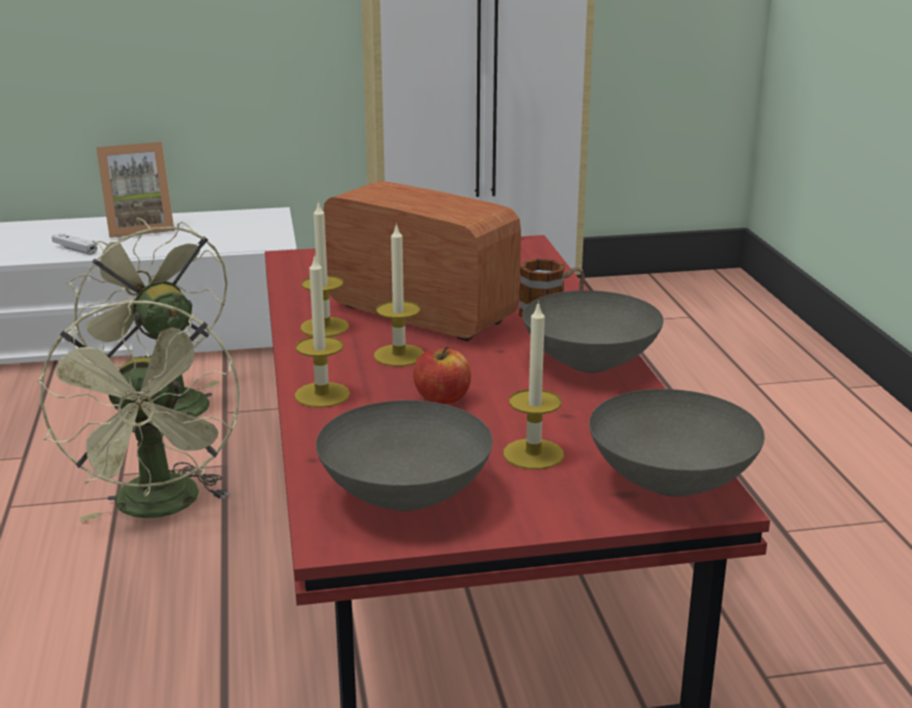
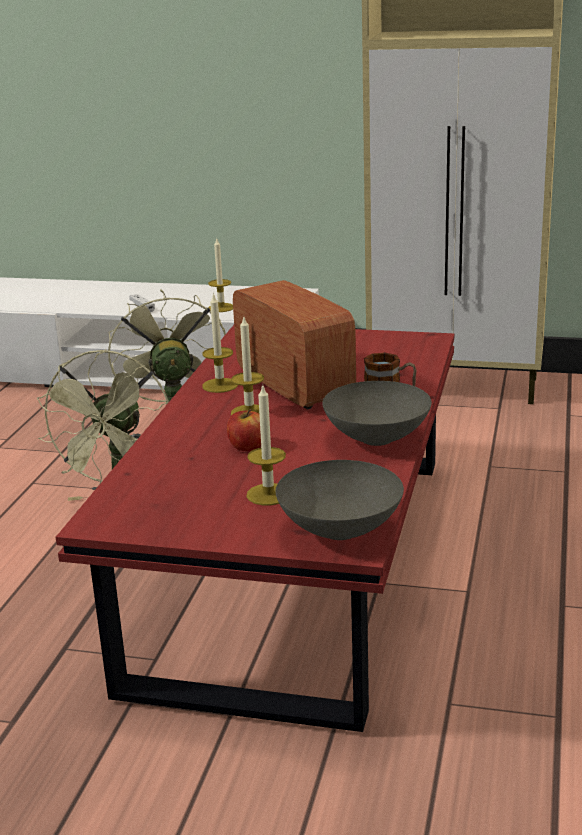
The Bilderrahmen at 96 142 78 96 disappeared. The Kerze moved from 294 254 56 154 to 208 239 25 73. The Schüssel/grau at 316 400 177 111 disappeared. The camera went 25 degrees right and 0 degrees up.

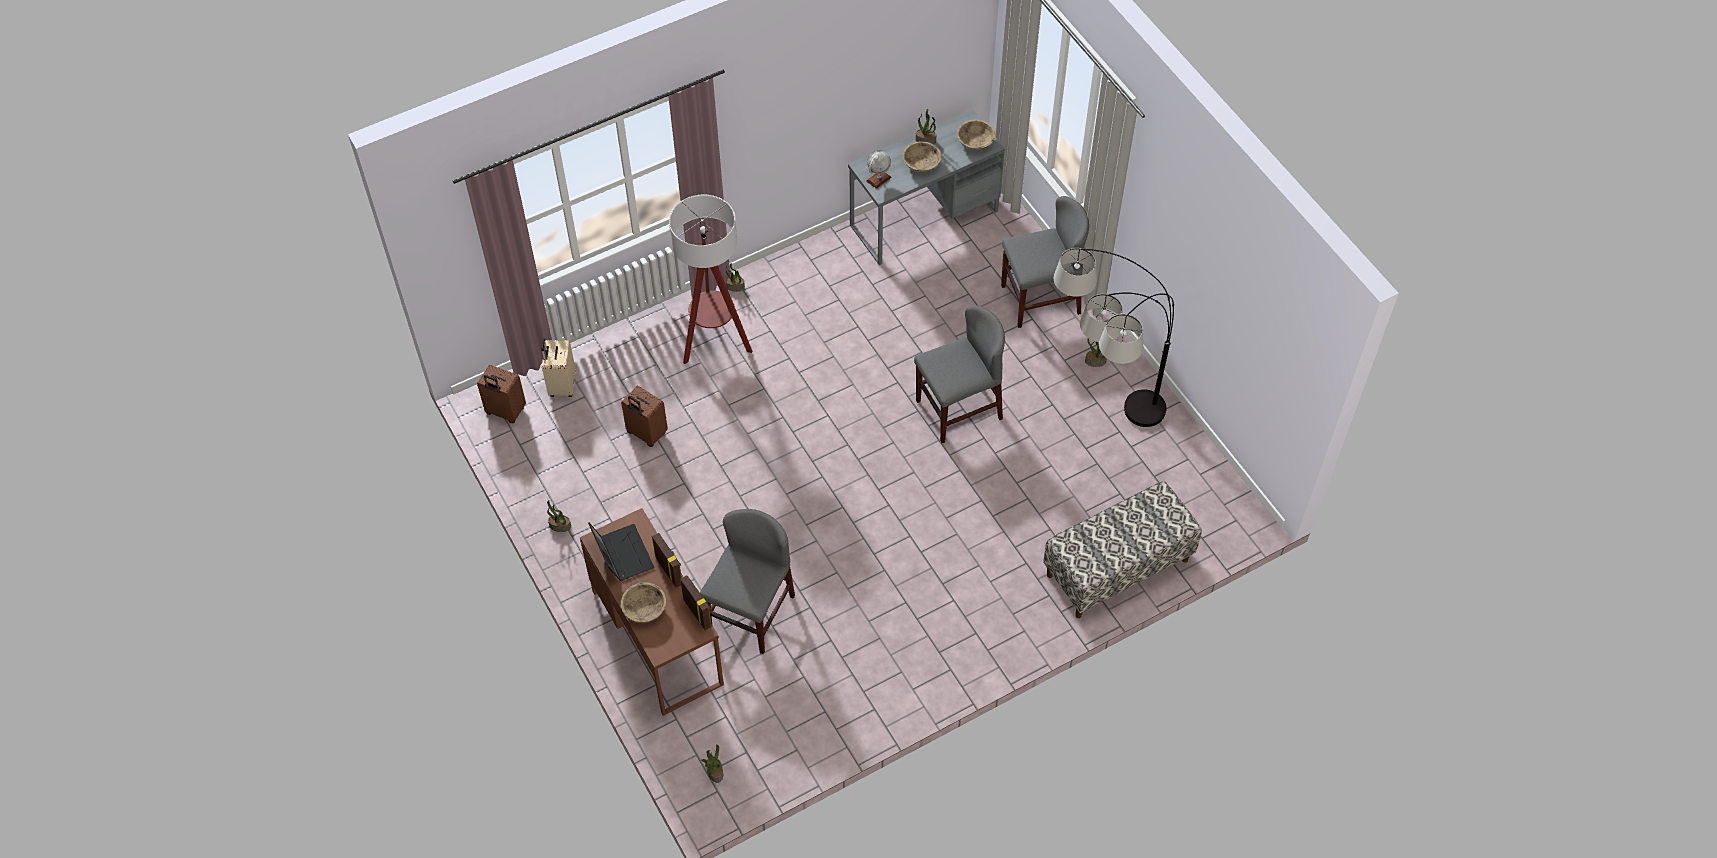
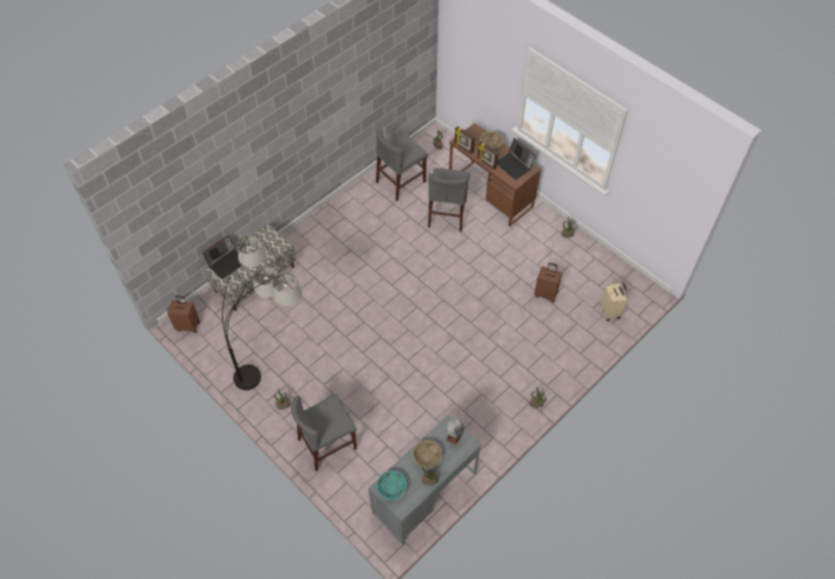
The Schüssel/beige at 957 120 39 30 became the Schüssel/türkis at 376 471 31 29. The Stehlampe at 669 195 83 169 disappeared. The Stuhl/grau moved from 914 305 91 138 to 376 129 52 72. The Koffer/braun moved from 477 365 49 58 to 167 295 33 38. The Laptop at 203 235 39 44 appeared. The camera went 165 degrees right and 0 degrees up.

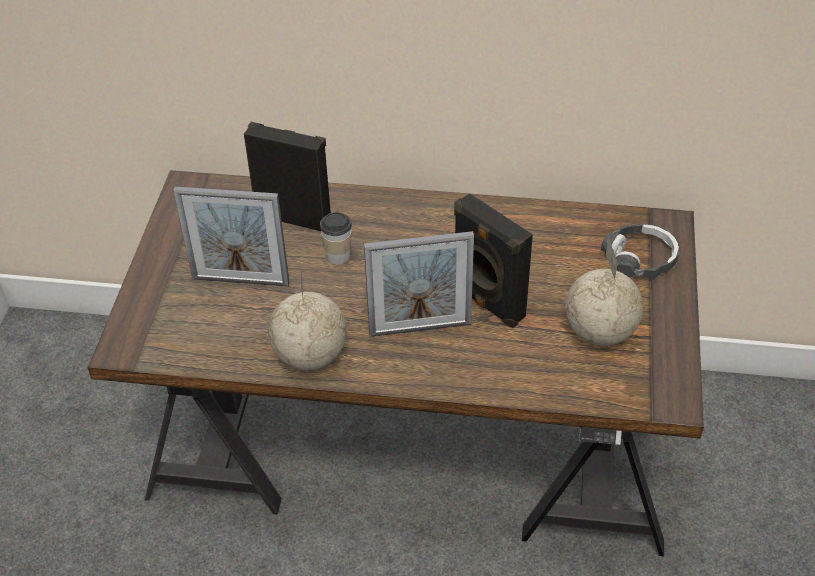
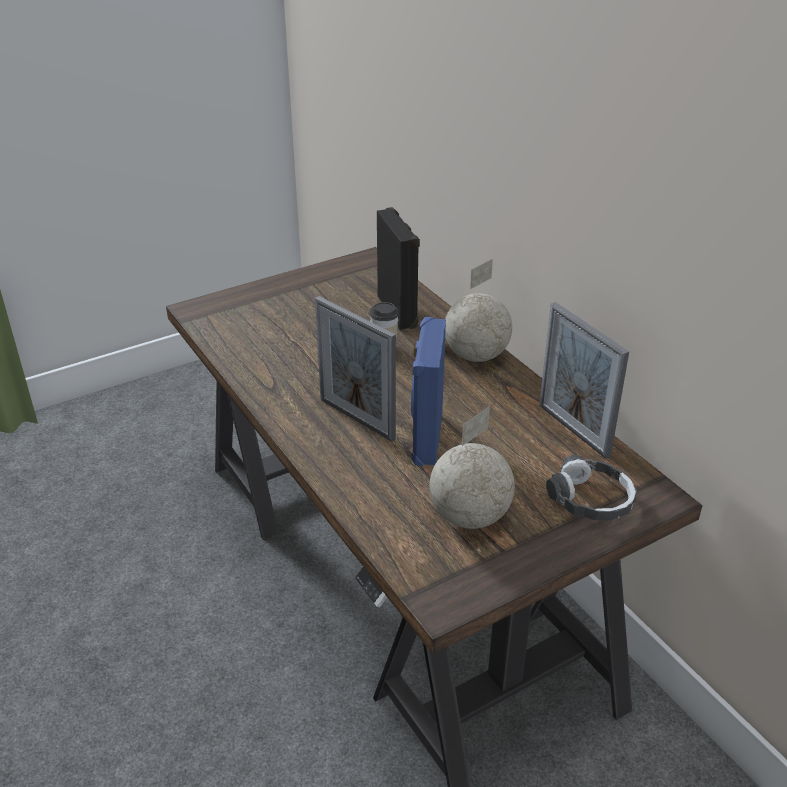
The Bilderrahmen moved from 173 187 117 100 to 539 302 90 158. The Lautsprecher/schwarz at 454 193 79 135 became the Lautsprecher/blau at 411 317 35 149. The Globus moved from 268 262 79 108 to 445 259 67 103. The camera went 50 degrees right and 10 degrees down.

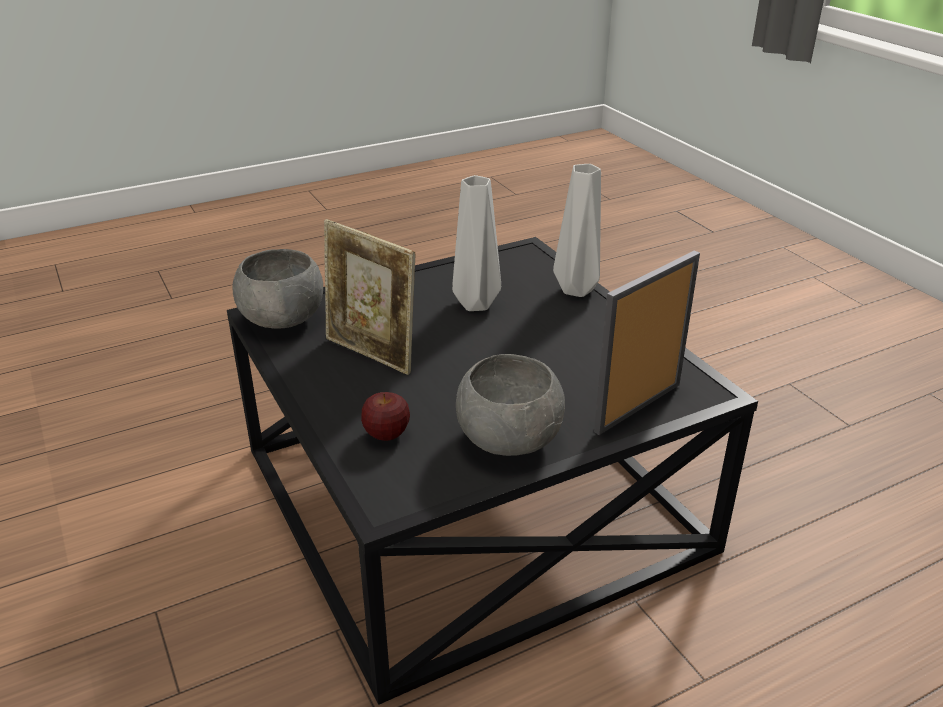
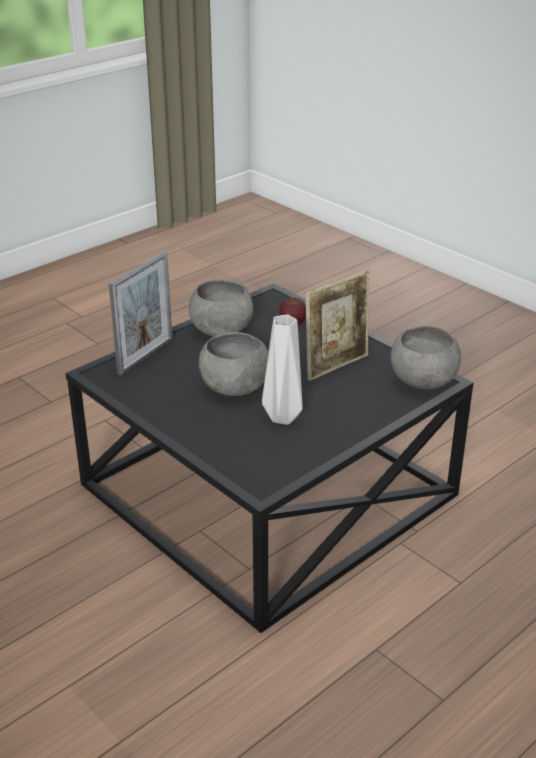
The Vase/grau at 553 164 48 133 disappeared. The Bilderrahmen at 324 219 91 156 turned 120 degrees clockwise. The Schüssel/grau at 199 332 69 64 appeared. The camera went 165 degrees right and 0 degrees up.

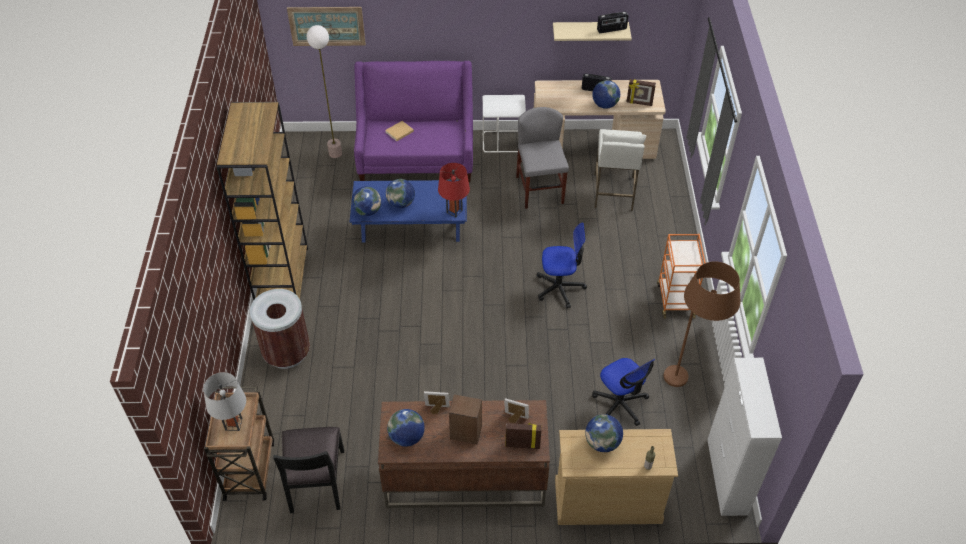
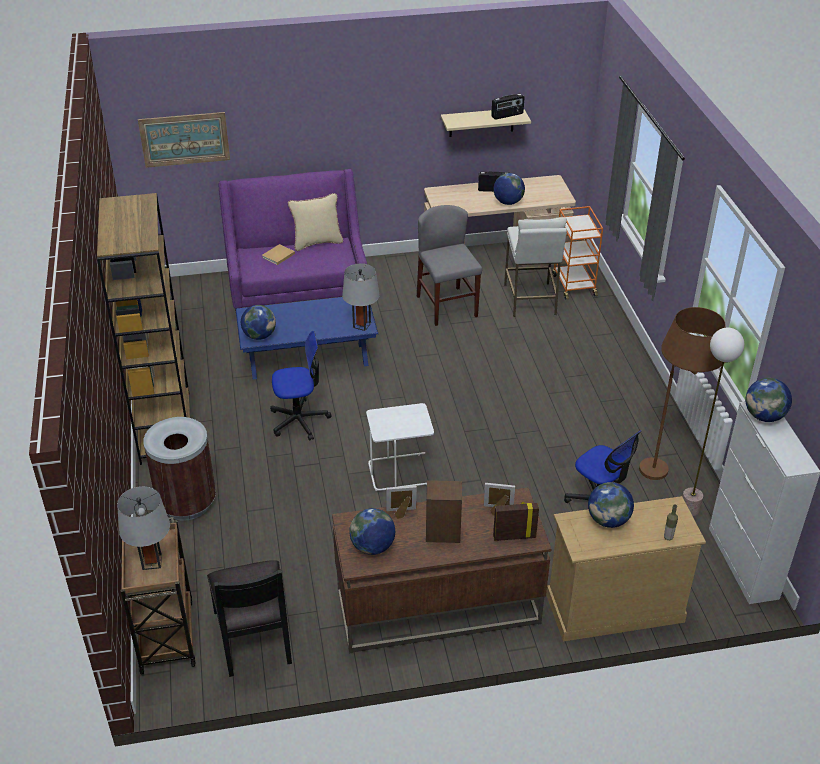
The Stehlampe moved from 307 25 35 133 to 682 328 62 188. The Bilderrahmen at 627 79 29 27 disappeared. The Beistelltisch/weiß moved from 483 95 43 57 to 366 403 68 88. The Tischlampe/rot at 438 163 32 54 became the Tischlampe/grau at 342 263 38 68. The Globus moved from 386 179 29 29 to 745 378 47 44. The Bürostuhl moved from 537 222 50 87 to 270 331 61 110. The Rollwagen/orange moved from 657 234 49 85 to 552 206 51 93. The Kissen/beige at 288 193 55 58 appeared. The camera went 10 degrees left and 10 degrees down.

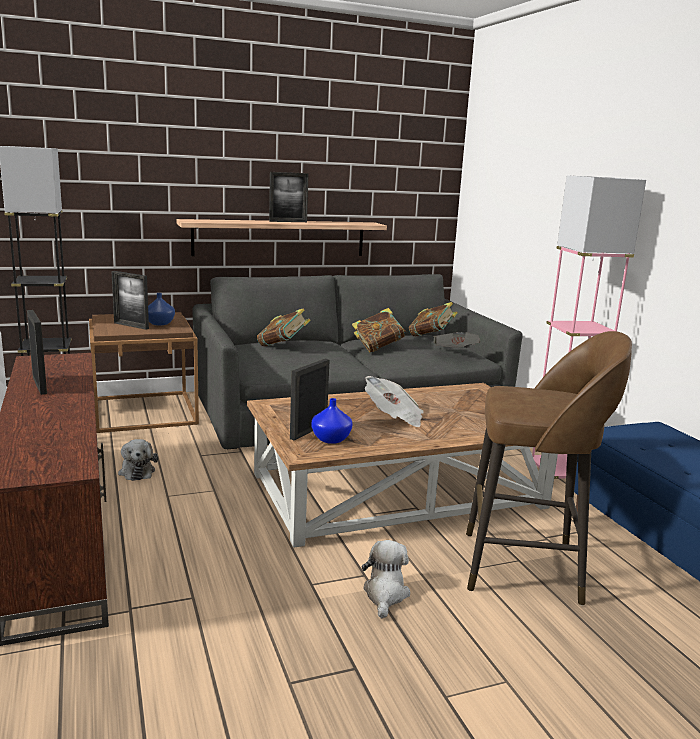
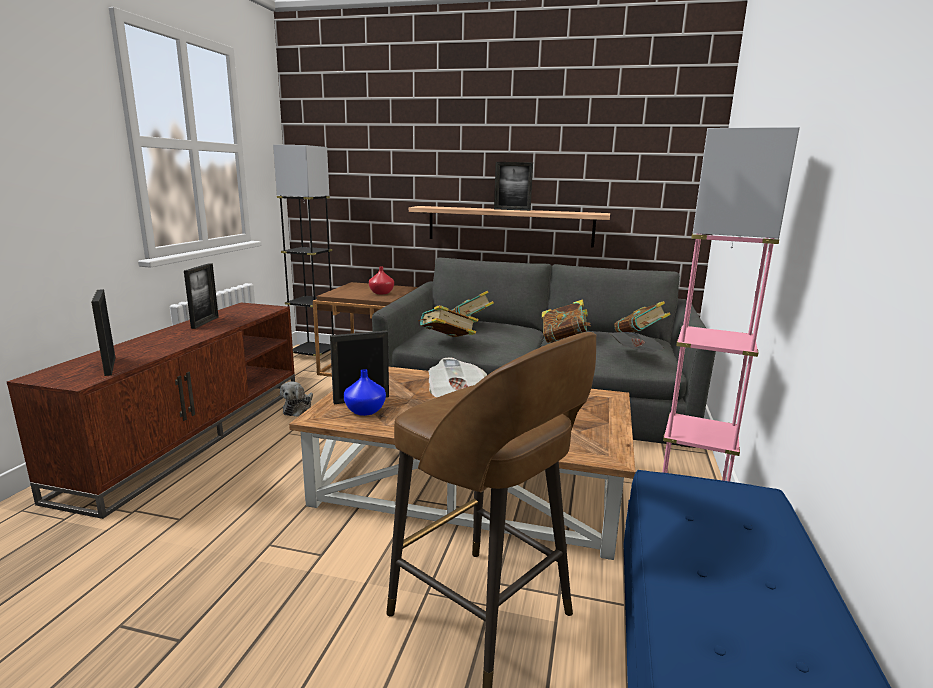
The Bilderrahmen moved from 111 271 38 59 to 91 289 25 87. The Vase/blau at 148 293 27 32 became the Vase/rot at 369 267 25 28. The Plüschtier at 362 540 48 79 disappeared. The Buch at 418 305 60 32 appeared. The camera went 35 degrees right and 0 degrees up.

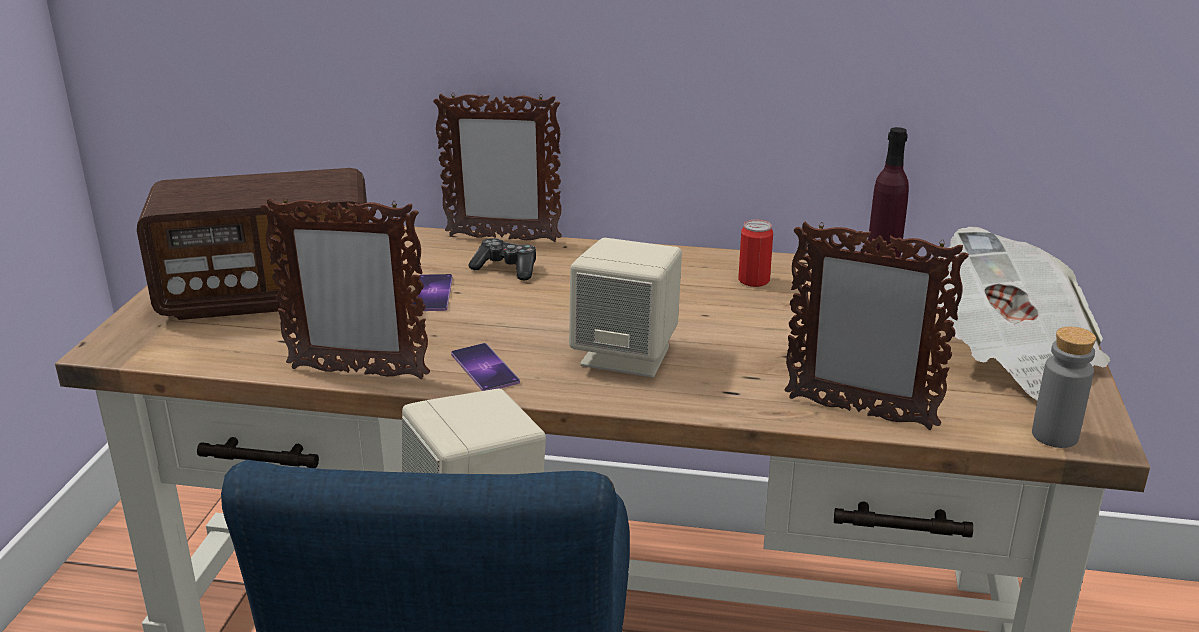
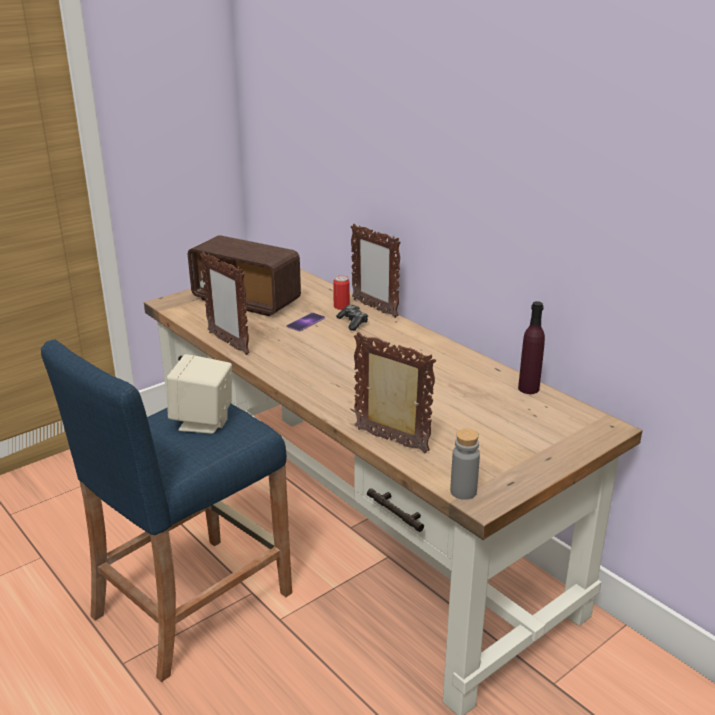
The Dose moved from 738 220 35 67 to 333 275 17 35. The Bilderrahmen at 785 222 184 208 turned 150 degrees clockwise. The Zeitung at 938 227 172 174 disappeared. The Lautsprecher/beige at 569 238 113 139 disappeared. The Handy at 451 343 69 48 disappeared. The camera went 40 degrees right and 0 degrees up.

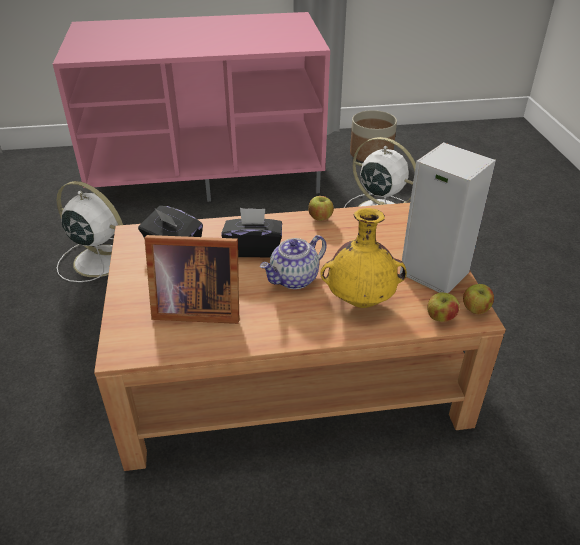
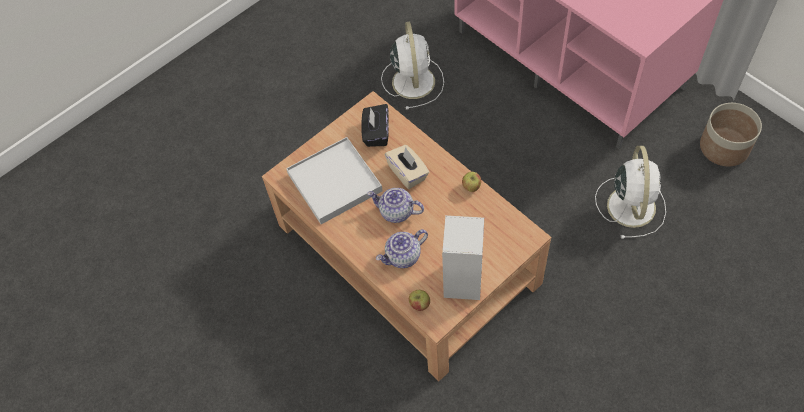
The Taschentuchbox/schwarz at 221 208 61 50 became the Taschentuchbox/beige at 385 145 44 44. The Vase/gelb at 320 208 87 100 was replaced by the Teekanne at 376 229 52 39. The Bilderrahmen at 144 235 95 89 was replaced by the Tablett/weiß at 286 137 97 87. The Apfel at 463 284 31 30 disappeared. The camera went 60 degrees right and 20 degrees up.

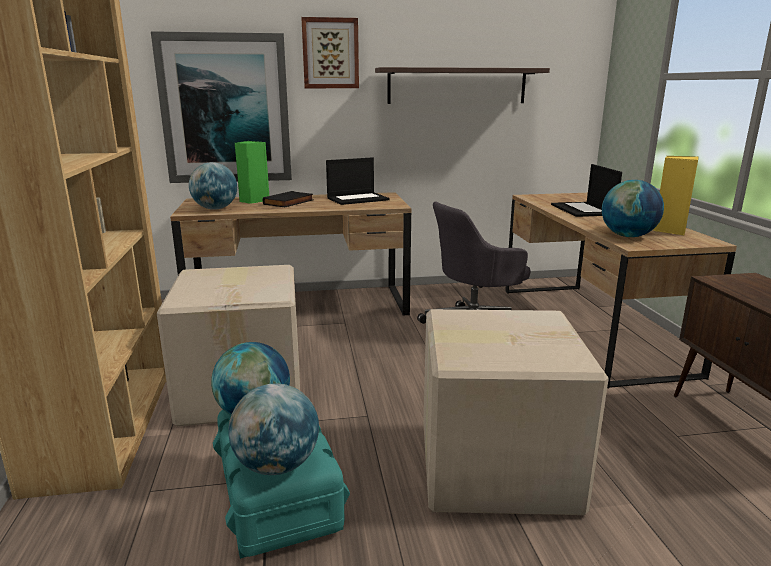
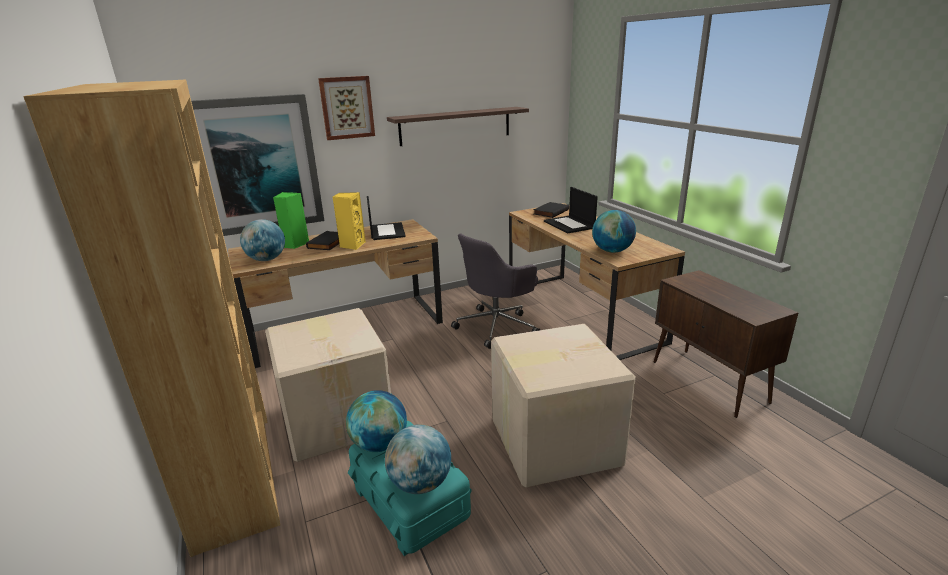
The Lautsprecher/gelb moved from 654 156 45 79 to 332 192 34 58. The Laptop at 326 157 64 48 turned 60 degrees counterclockwise. The Buch/schwarz at 533 202 36 16 appeared. The camera went 15 degrees left and 5 degrees up.

